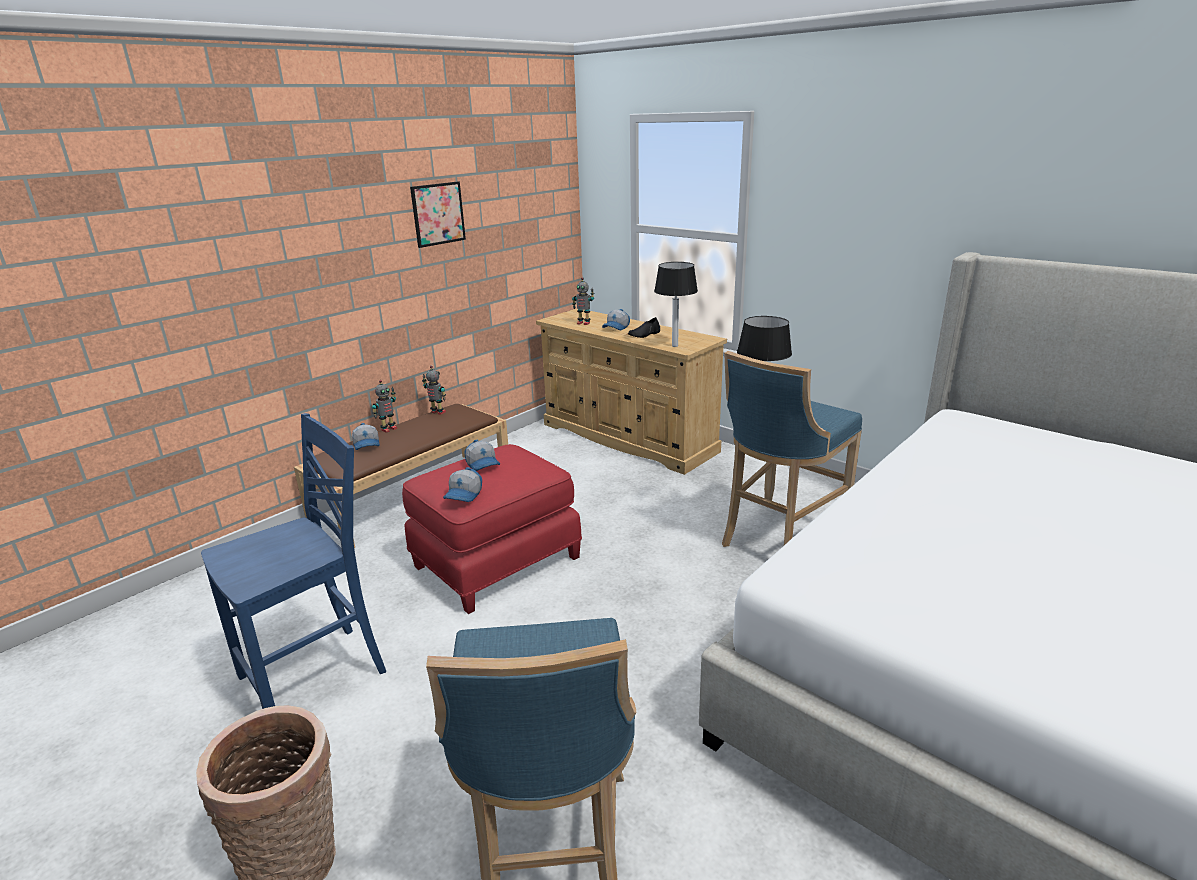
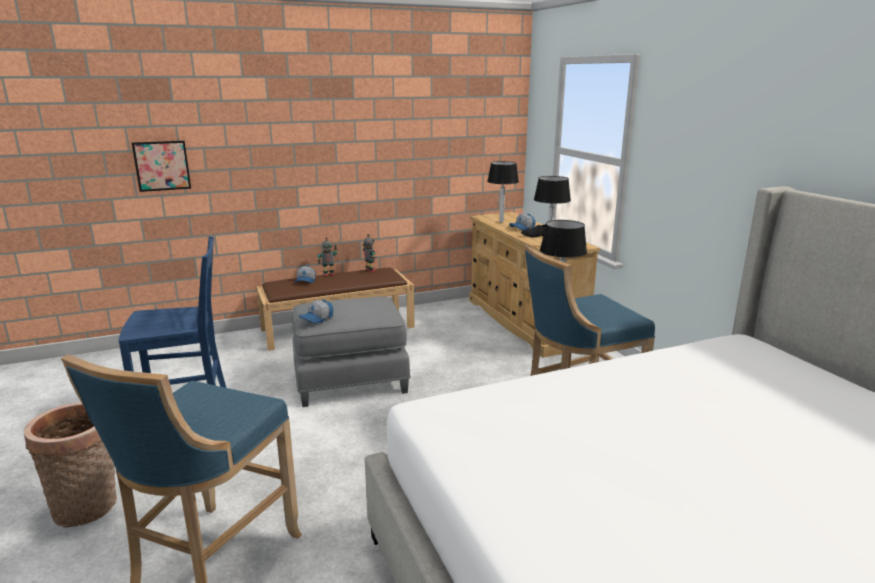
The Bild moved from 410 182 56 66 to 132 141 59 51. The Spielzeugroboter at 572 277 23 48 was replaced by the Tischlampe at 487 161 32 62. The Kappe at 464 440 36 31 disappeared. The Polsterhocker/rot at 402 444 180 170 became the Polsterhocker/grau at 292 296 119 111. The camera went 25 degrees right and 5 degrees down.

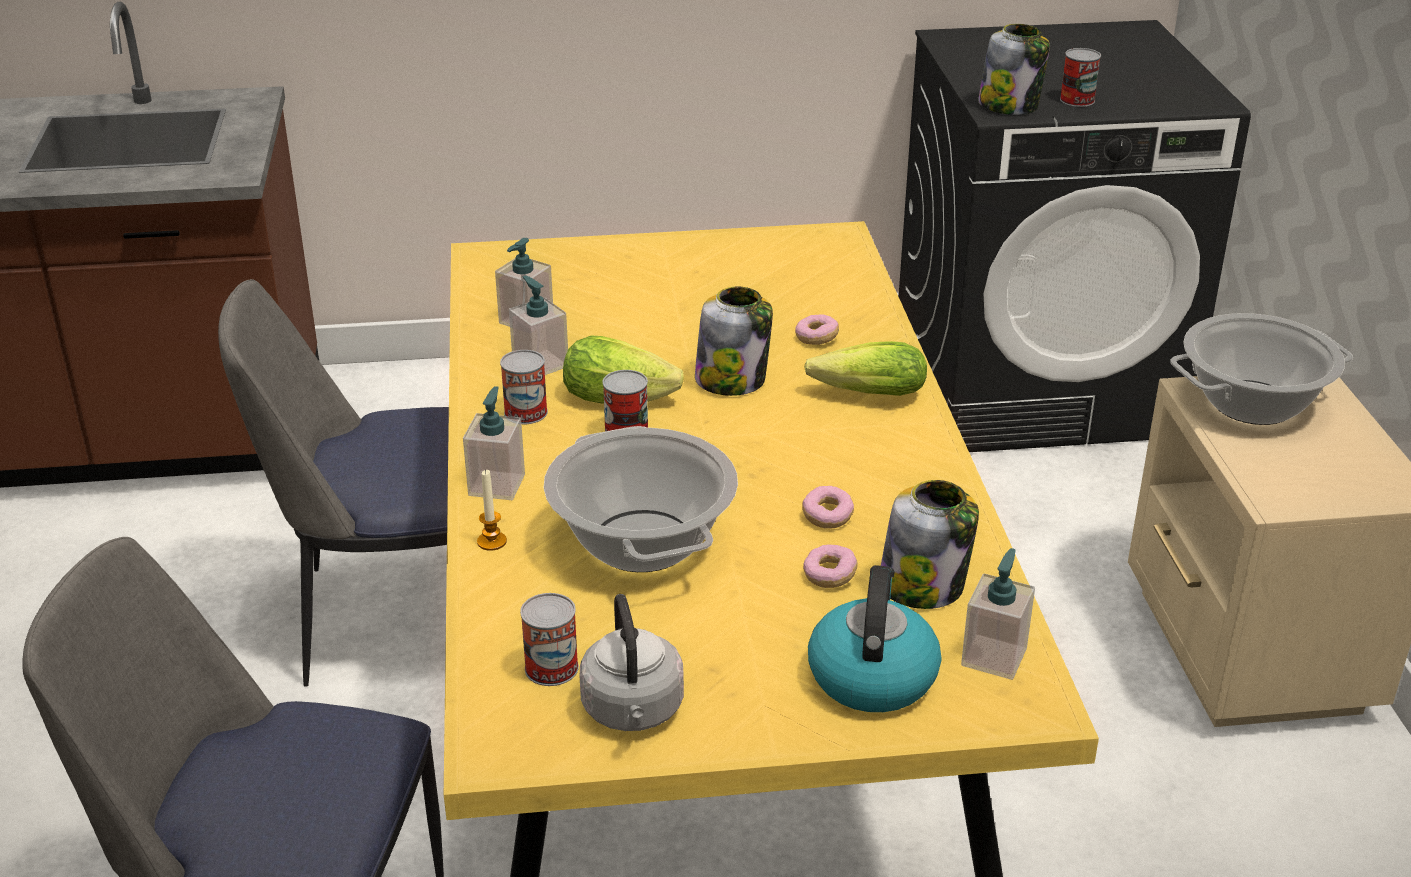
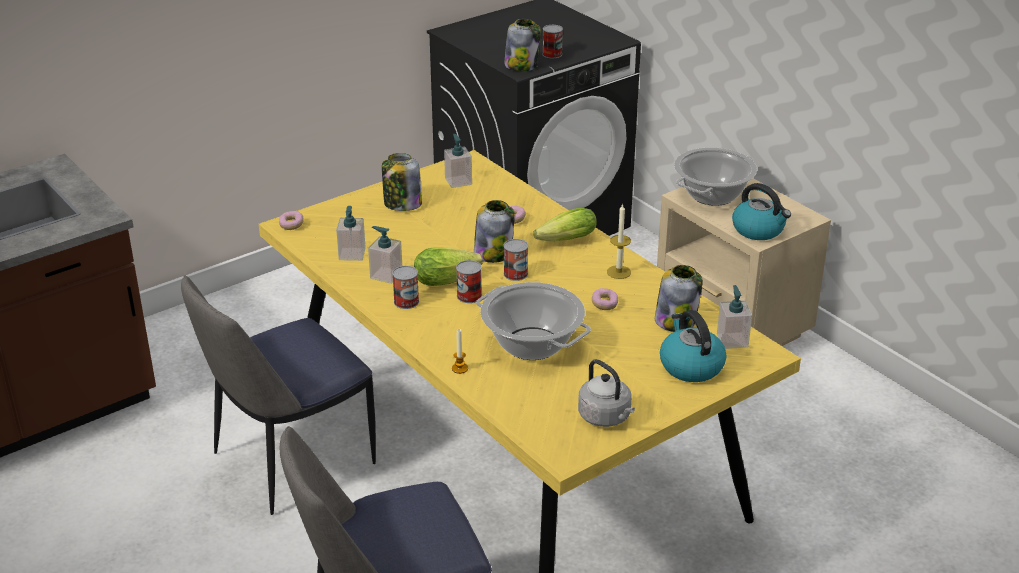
The Seifenspender moved from 463 386 62 114 to 444 134 28 54. The Donut moved from 803 544 55 44 to 279 211 24 19. The Dose moved from 520 593 59 93 to 504 239 24 42. The Vorratsglas at 382 153 40 58 appeared. The Wasserkessel at 732 183 59 57 appeared. The Kerze at 607 203 24 76 appeared. The camera went 30 degrees left and 0 degrees up.

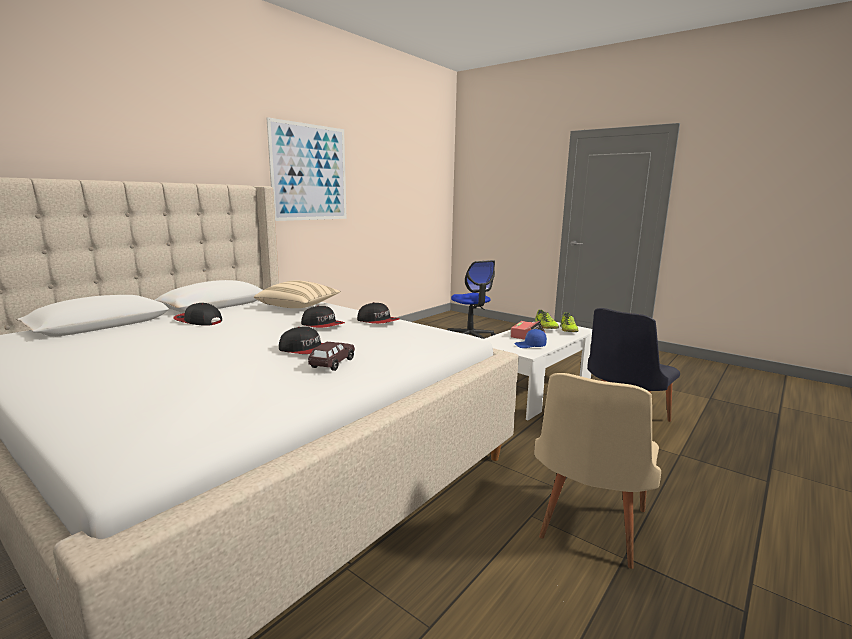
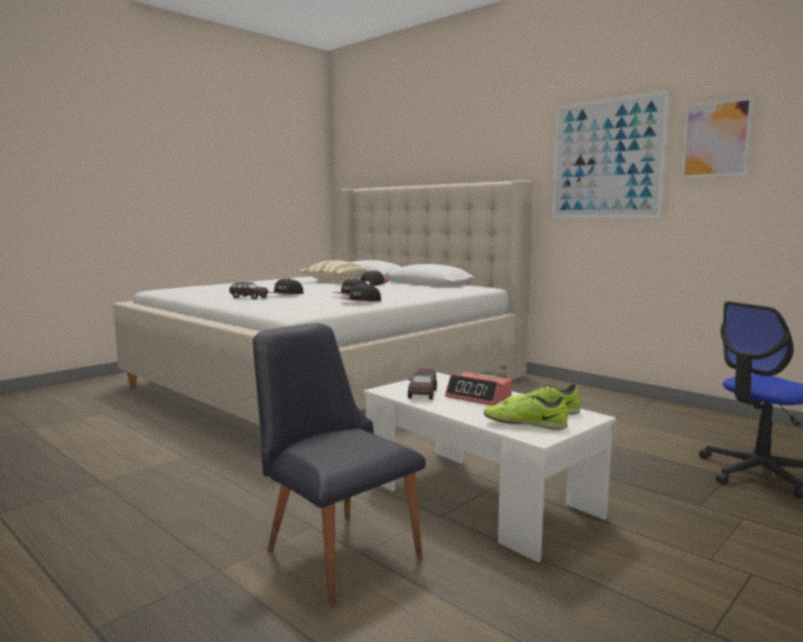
The Kissen/beige moved from 254 280 87 28 to 299 260 67 21. The Kappe/blau at 515 329 32 19 was replaced by the Spielzeugauto/braun at 408 368 29 32. The Stuhl/beige at 534 373 127 196 disappeared. The Bild at 680 96 74 83 appeared. The camera went 95 degrees right and 5 degrees down.

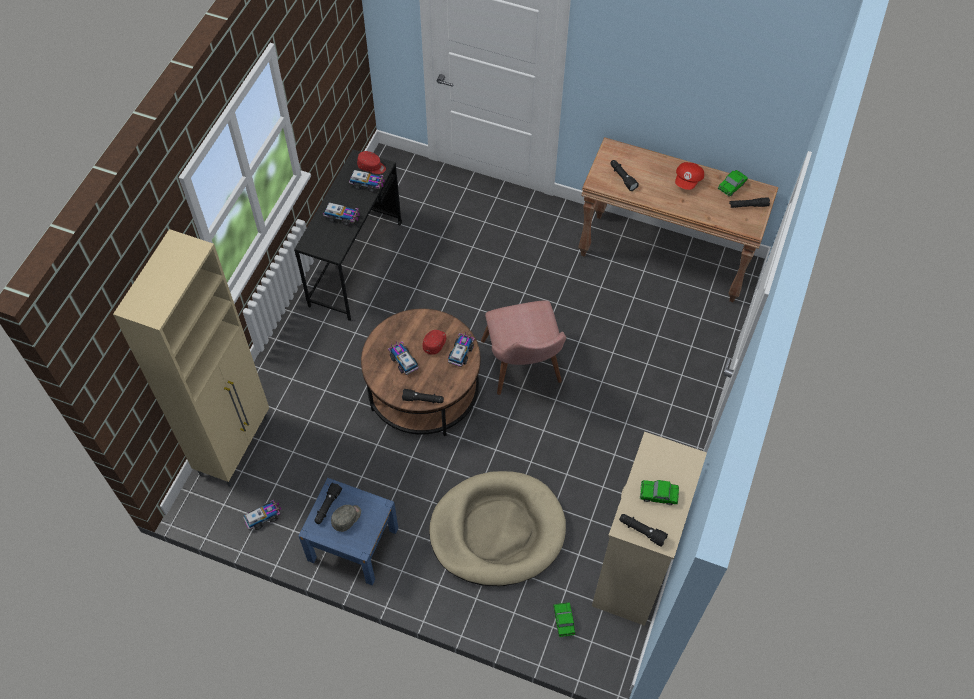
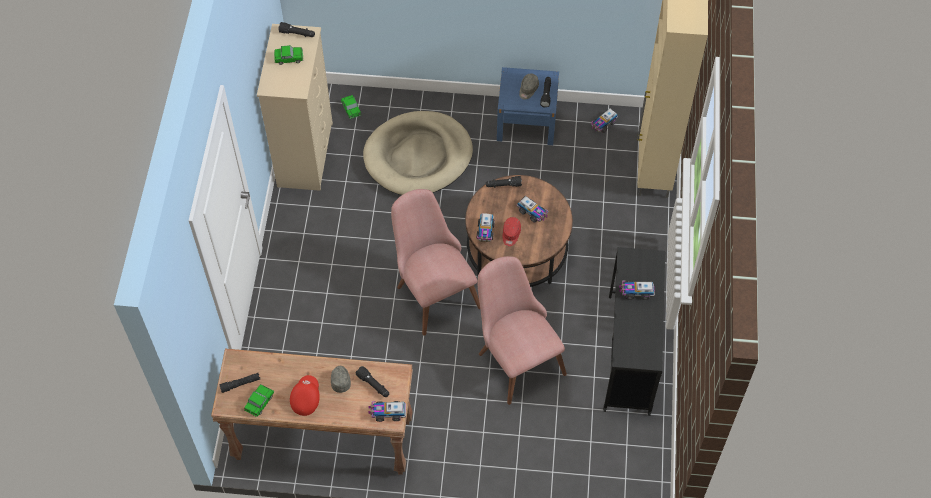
The Kappe/rot at 357 151 29 23 disappeared. The Spielzeuglaster moved from 349 170 36 23 to 368 401 38 21. The Stuhl/rosa at 478 256 89 149 appeared. The Kappe/grau at 331 366 20 27 appeared. The camera went 165 degrees right and 0 degrees up.

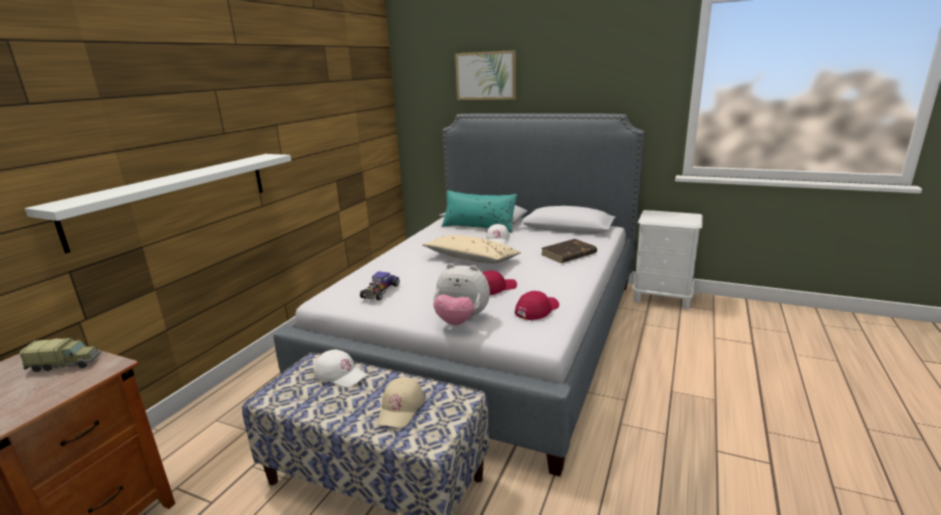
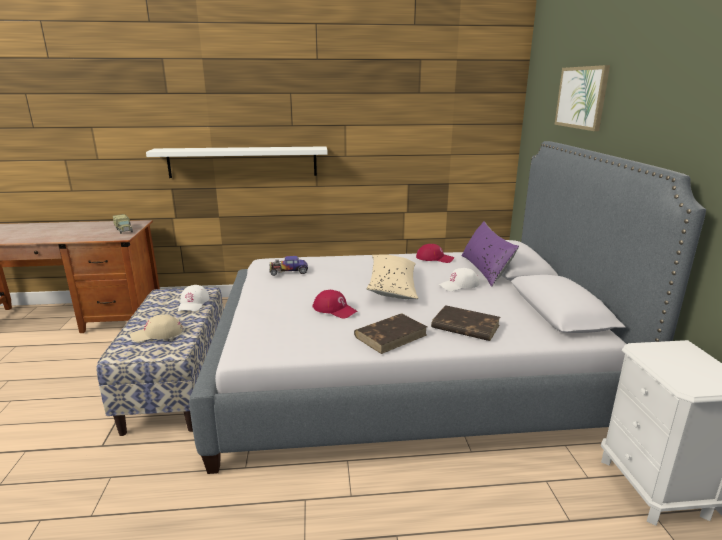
The Kissen/türkis at 442 190 75 43 became the Kissen/lila at 462 221 57 66. The Plüschtier at 433 263 57 62 disappeared. The Kappe/rot moved from 515 291 44 29 to 416 244 38 19. The Buch/braun at 354 313 73 41 appeared. The camera went 60 degrees right and 0 degrees up.

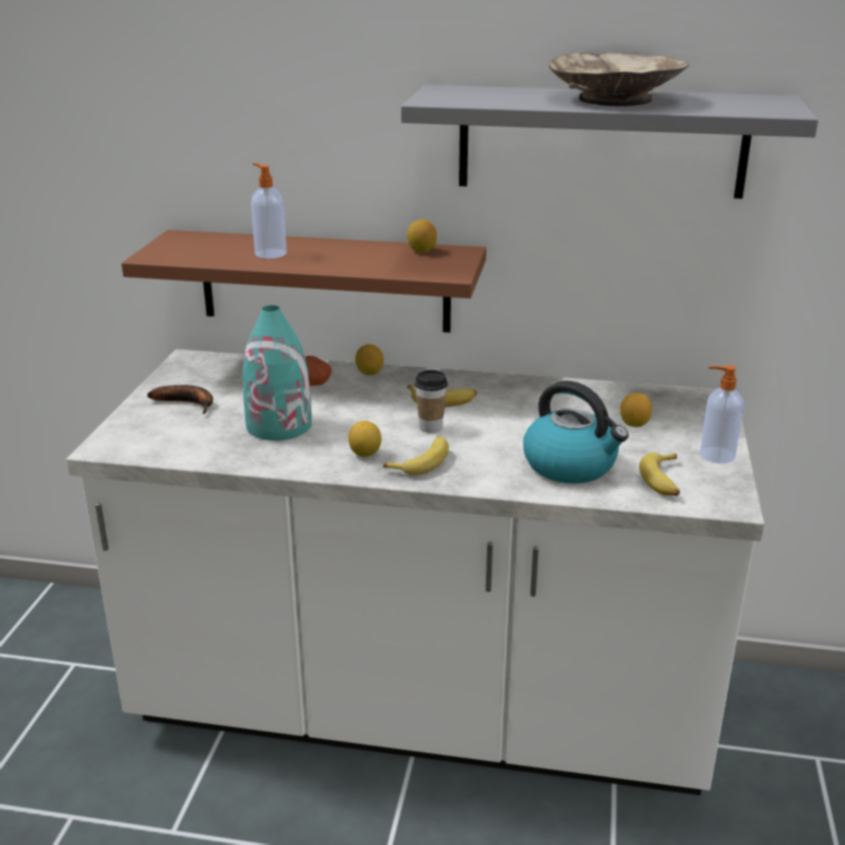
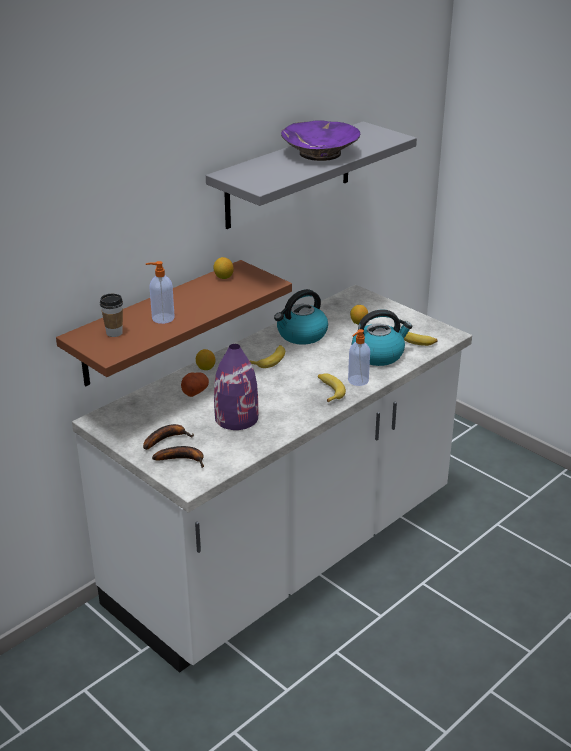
The Schüssel/beige at 549 52 140 54 became the Schüssel/lila at 281 120 79 41. The Vase/türkis at 243 305 69 136 became the Vase/lila at 214 344 45 86. The Seifenspender moved from 700 365 44 99 to 348 329 22 57. The Tasse moved from 414 370 34 63 to 100 294 23 43. The Zitrone at 348 421 33 36 disappeared. The Wasserkessel at 274 289 54 56 appeared. The Banane at 152 446 52 22 appeared. The camera went 55 degrees left and 5 degrees up.

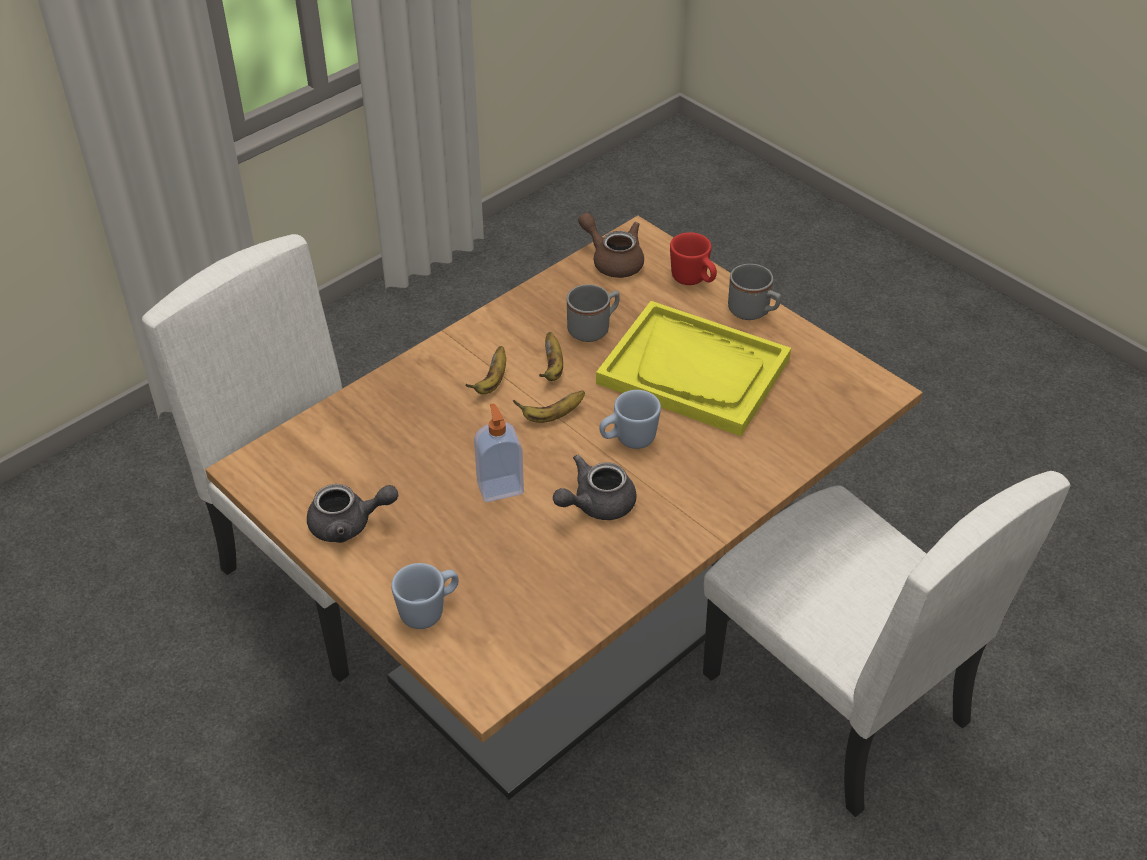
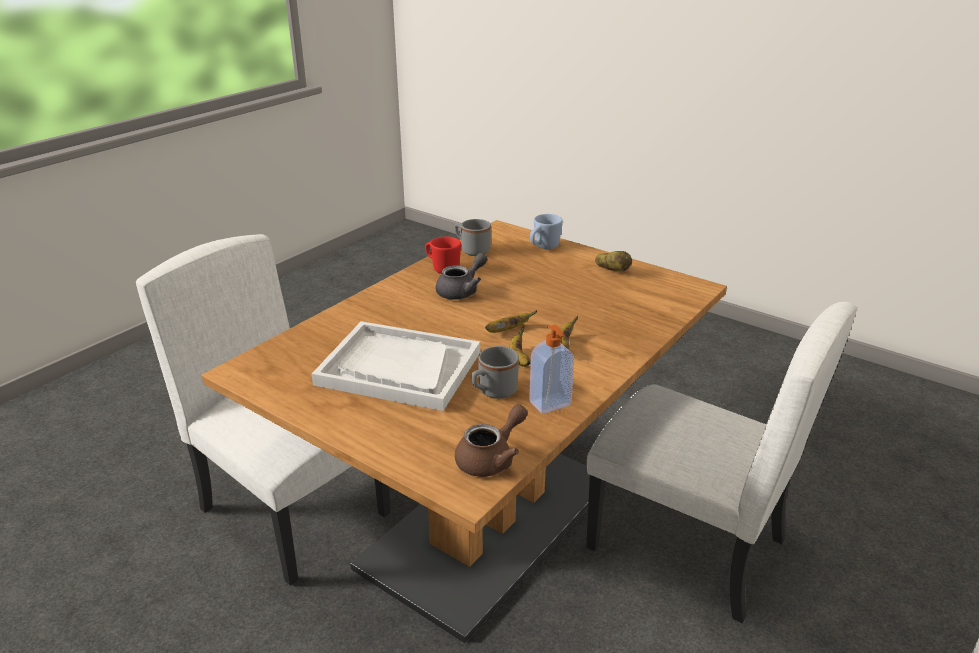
The Teekanne/braun at 578 213 66 65 turned 75 degrees counterclockwise. The Henkelbecher/rot moved from 670 232 47 53 to 425 236 36 38. The Henkelbecher/grau moved from 728 264 53 56 to 455 219 36 37. The Tablett/gelb at 596 301 195 135 became the Tablett/weiß at 312 321 168 90. The Henkelbecher/blau at 599 390 62 59 disappeared. The Seifenspender moved from 474 403 50 99 to 529 324 45 90. The Teekanne/grau at 307 484 92 59 was replaced by the Kartoffel at 595 251 37 20. The camera went 170 degrees right and 15 degrees down.

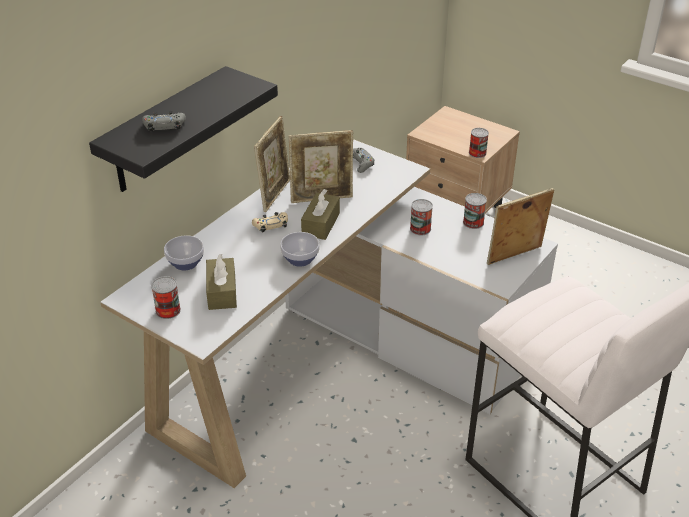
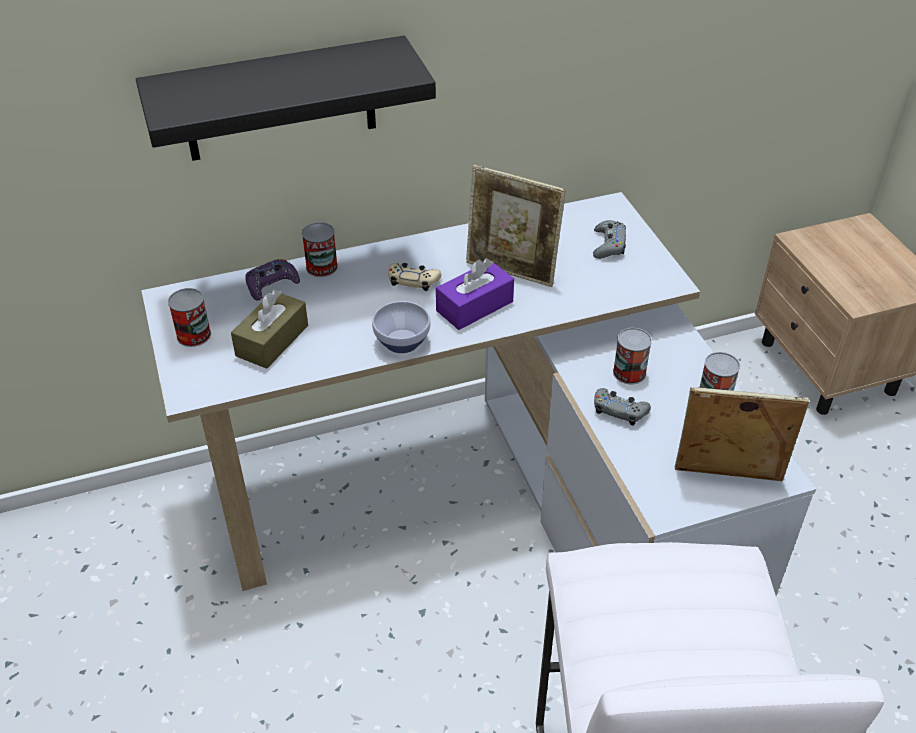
The Gamepad/grau moved from 142 111 44 21 to 594 388 57 37. The Bilderrahmen at 254 116 36 96 disappeared. The Dose moved from 469 128 20 30 to 302 222 36 55. The Taschentuchbox/braun at 301 189 39 51 became the Taschentuchbox/lila at 436 258 78 72. The Schüssel at 164 236 40 34 was replaced by the Gamepad/lila at 245 259 55 42. The camera went 35 degrees right and 5 degrees up.

